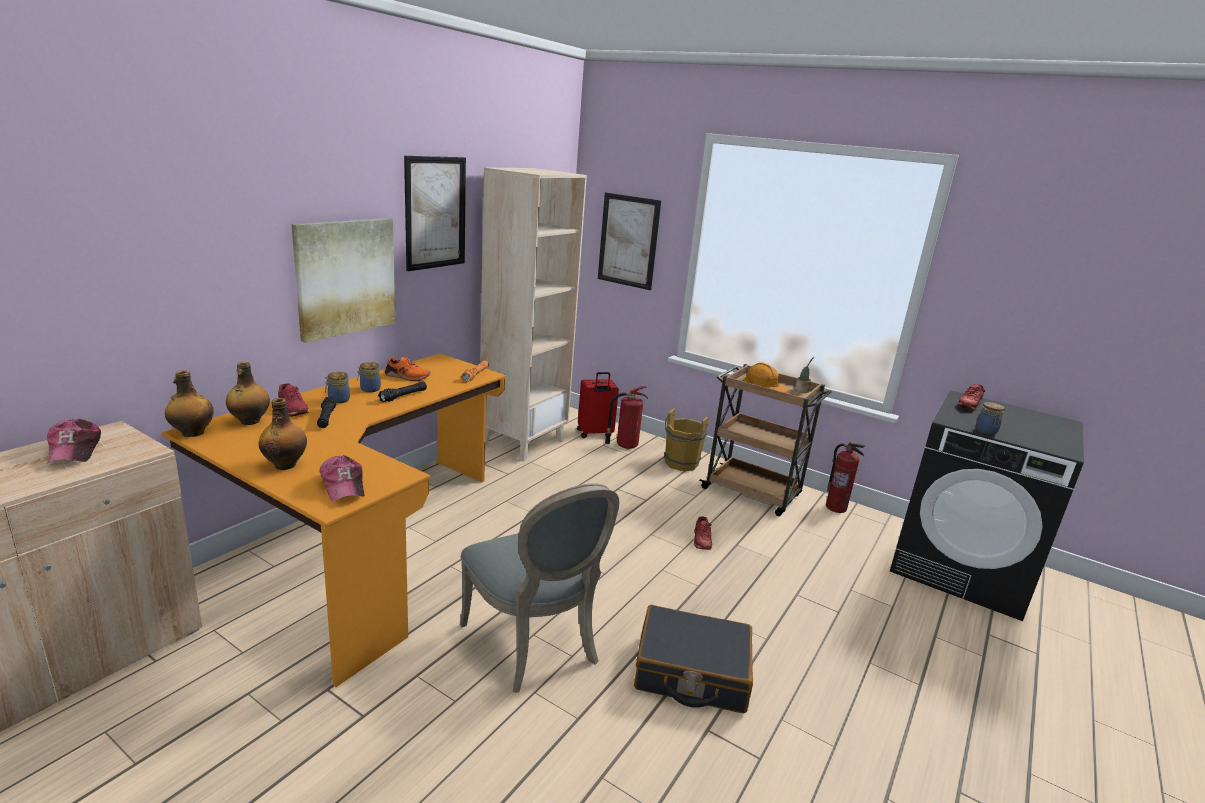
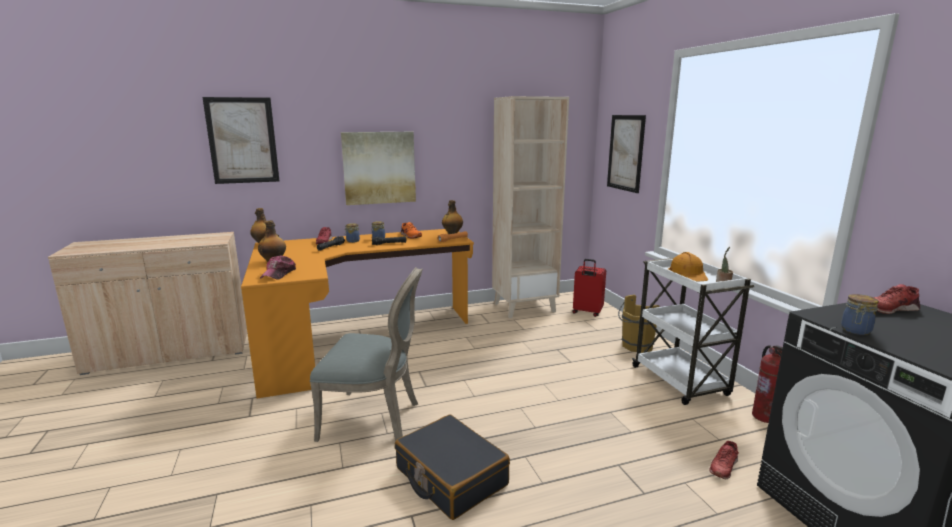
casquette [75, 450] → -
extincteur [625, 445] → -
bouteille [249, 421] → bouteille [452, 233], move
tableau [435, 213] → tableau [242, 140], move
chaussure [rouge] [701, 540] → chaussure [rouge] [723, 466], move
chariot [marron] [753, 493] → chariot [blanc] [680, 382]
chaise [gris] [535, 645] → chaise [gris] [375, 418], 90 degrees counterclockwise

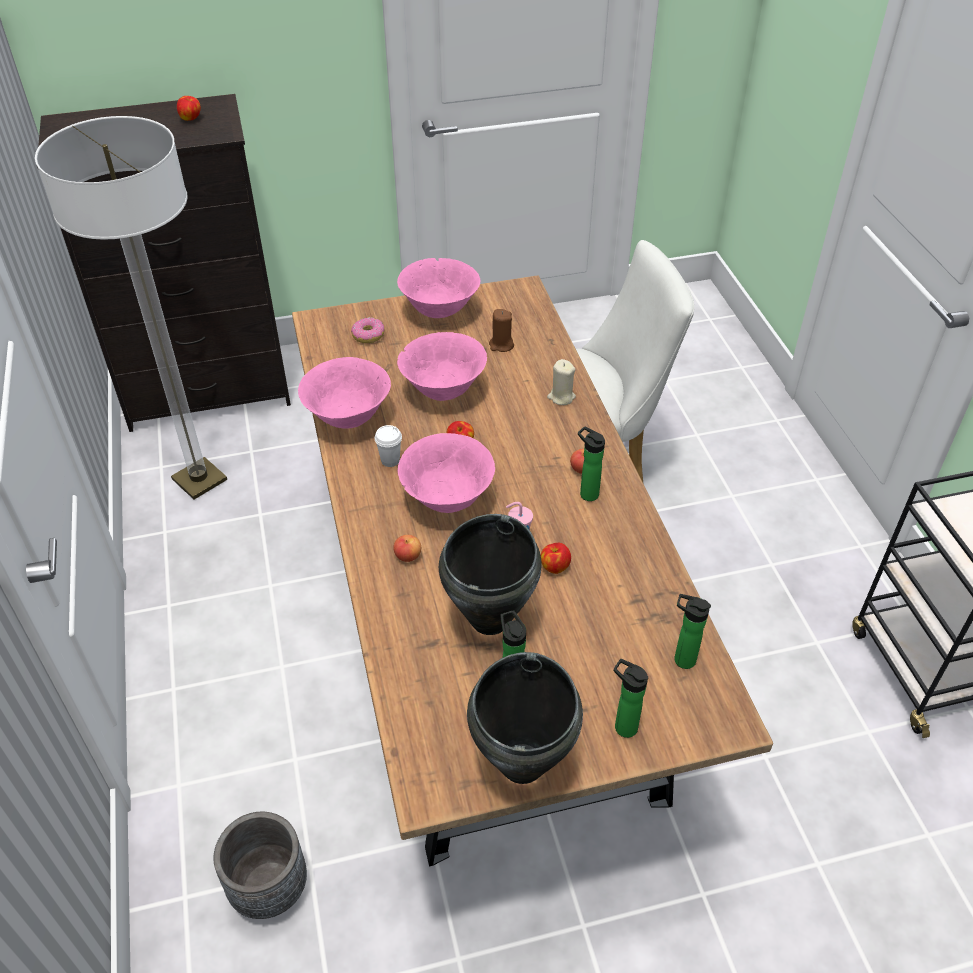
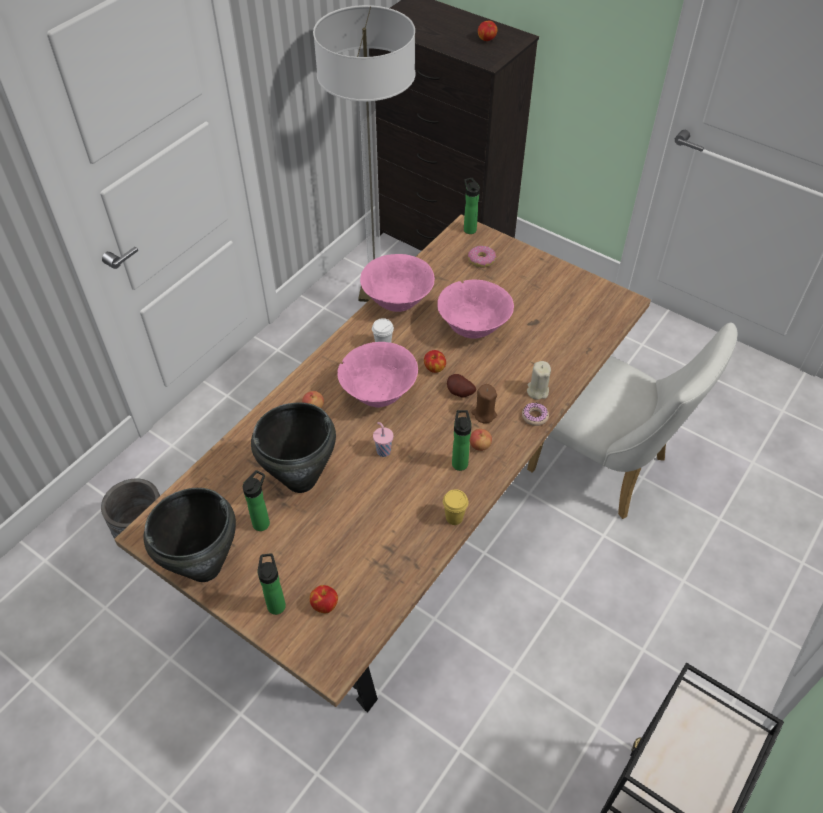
bol [rose] [439, 311] → -
- → tasse [jaune] [454, 517]
- → pomme de terre [459, 393]
- → beignet [534, 416]
bougie [marron] [501, 345] → bougie [marron] [484, 414], move
pomme [554, 567] → pomme [324, 605], move
bouteille [681, 659] → bouteille [469, 228], move

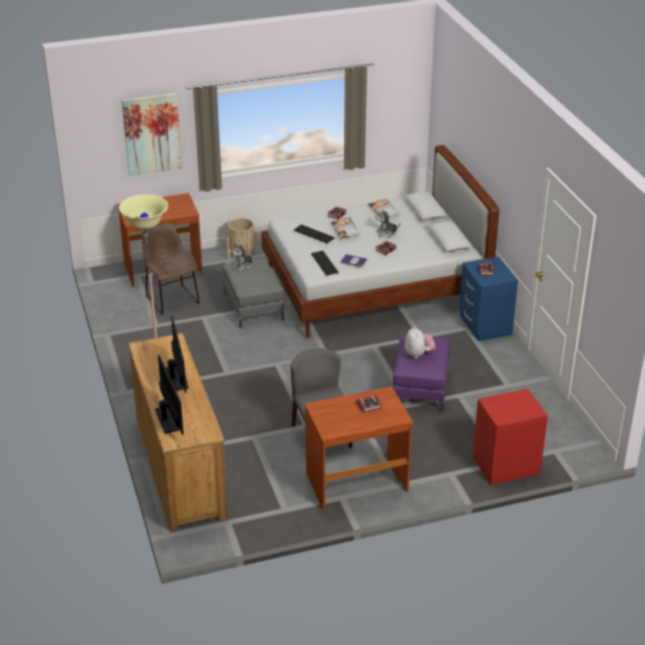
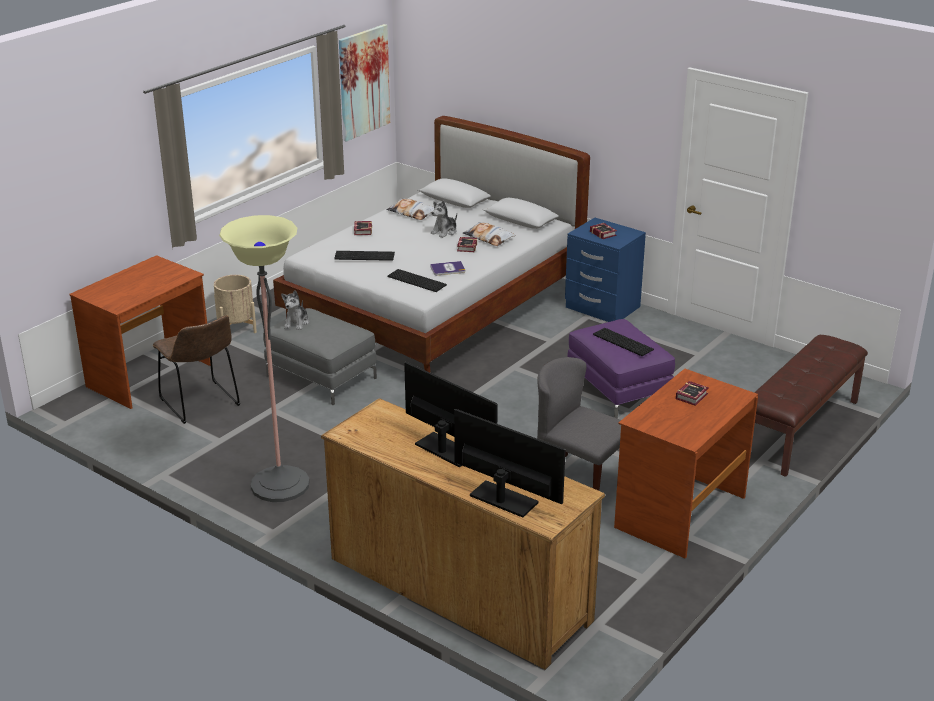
tableau [152, 134] → tableau [364, 82], move
coussin [345, 230] → coussin [488, 238], move
peluche [418, 354] → clavier [621, 342]
table de chevet [rouge] [505, 465] → banc [marron] [800, 429]
chaise [marron] [171, 298] → chaise [marron] [201, 404], 150 degrees counterclockwise

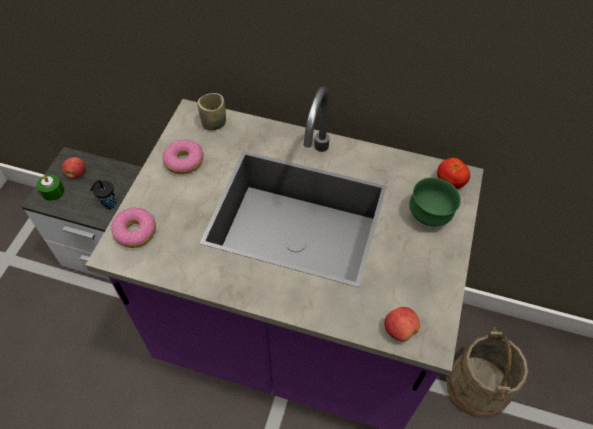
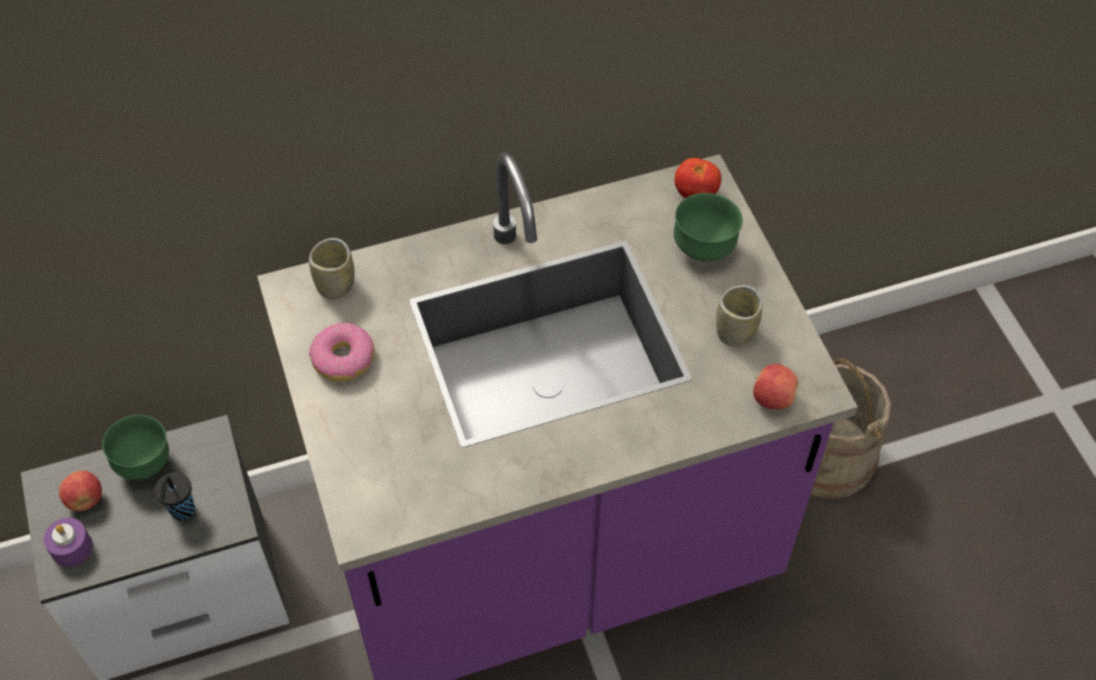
beignet [135, 232] → -
- → bol [vert] [145, 463]
- → tasse [735, 331]
bougie [vert] [53, 191] → bougie [violet] [72, 548]

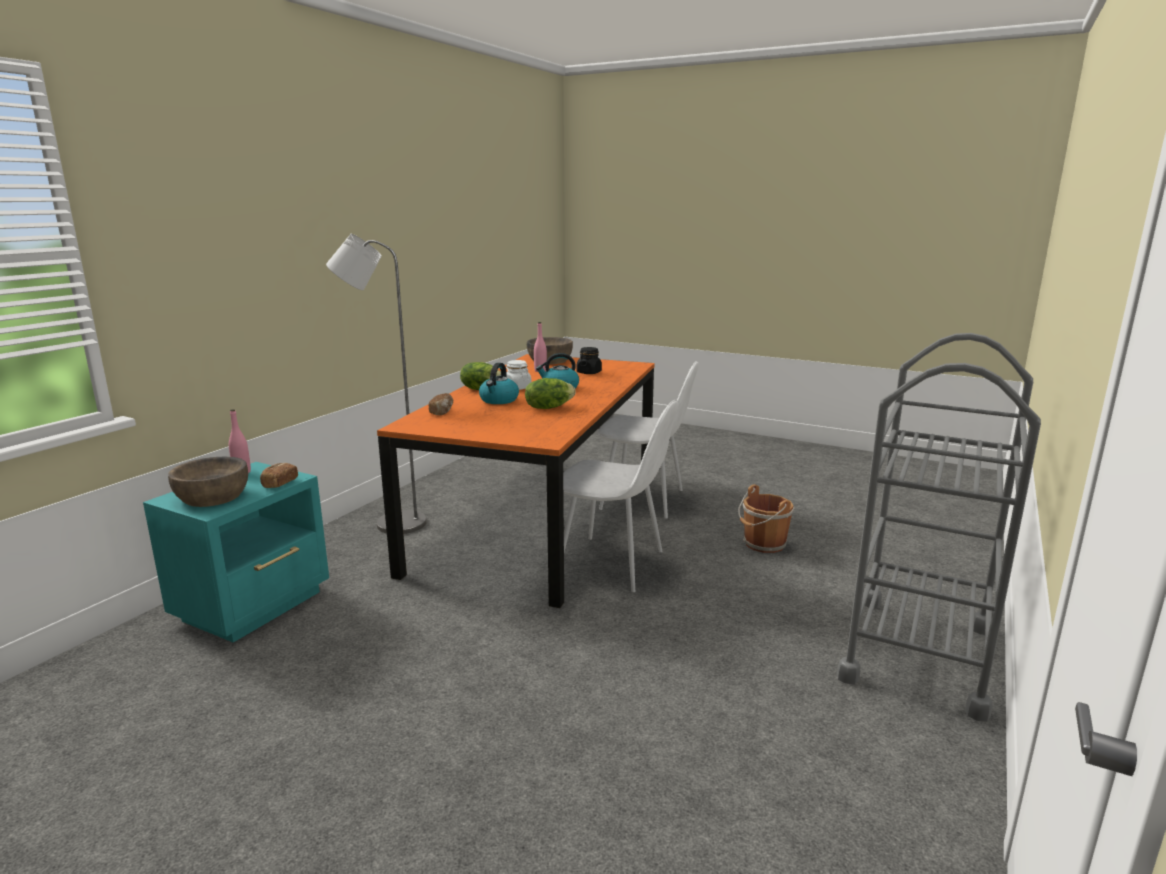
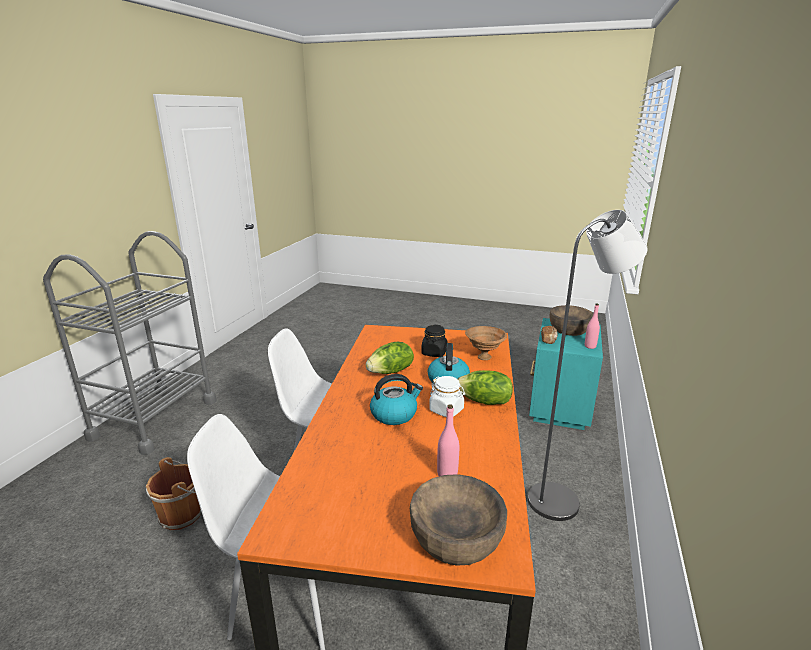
bocal [noir] [589, 372] → bocal [noir] [434, 353], move
pain [442, 412] → bol [marron] [483, 357]

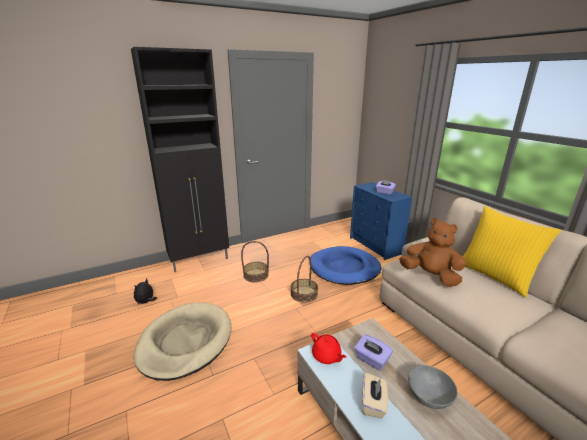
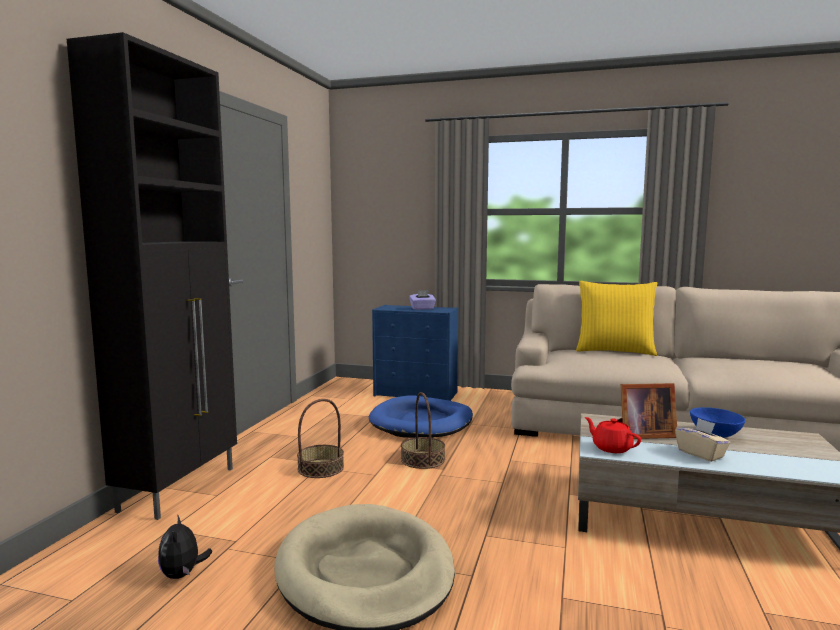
peluche [marron] [430, 276] → -
boîte à mouchoirs [violet] [371, 360] → cadre photo [642, 434]
bol [gris] [429, 397] → bol [bleu] [715, 434]
théière [rouge] [326, 356] → théière [rouge] [611, 448], 135 degrees counterclockwise

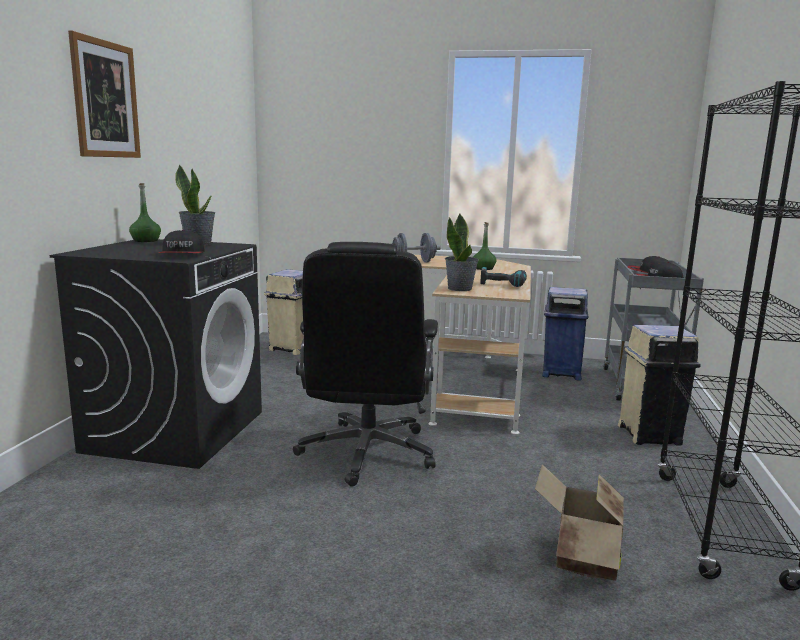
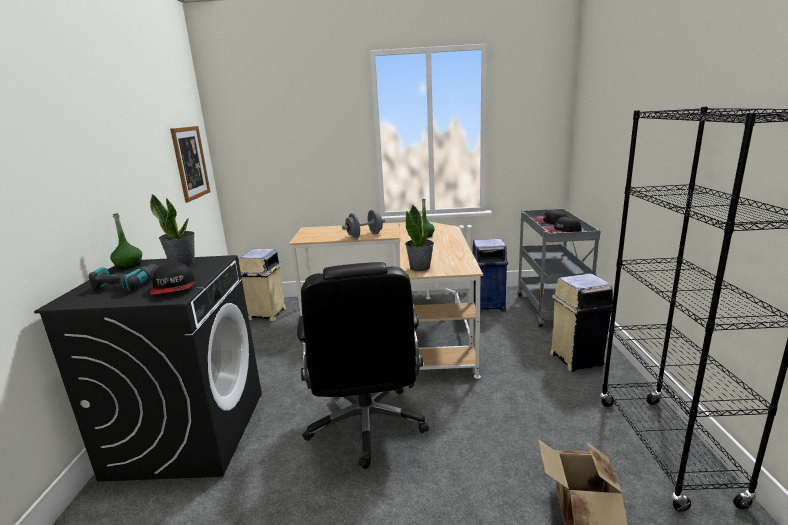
tableau [105, 99] → tableau [190, 163], move
perceuse [503, 283] → perceuse [127, 284], move

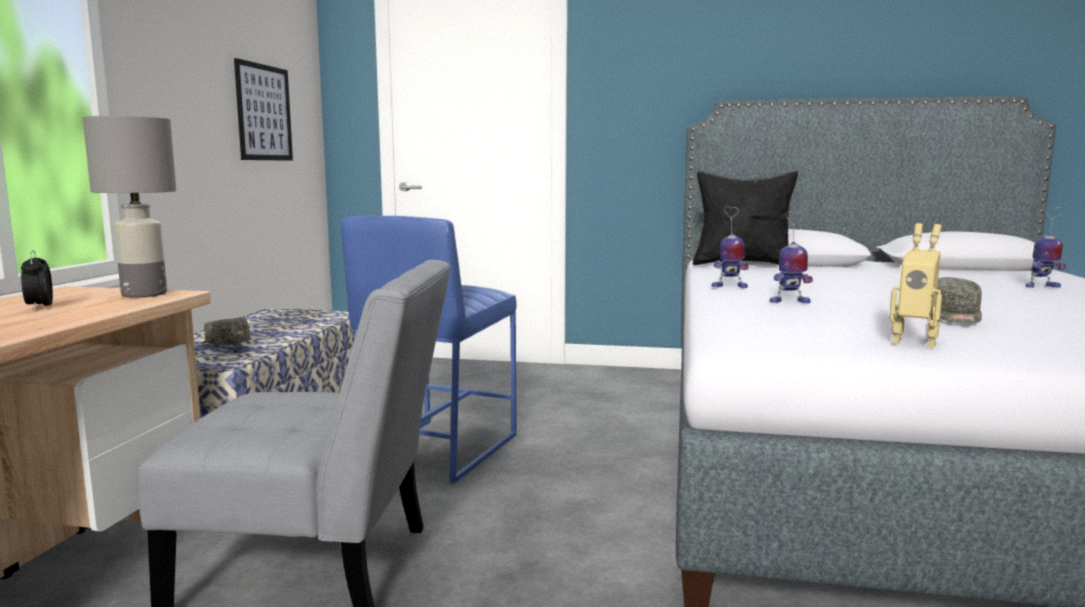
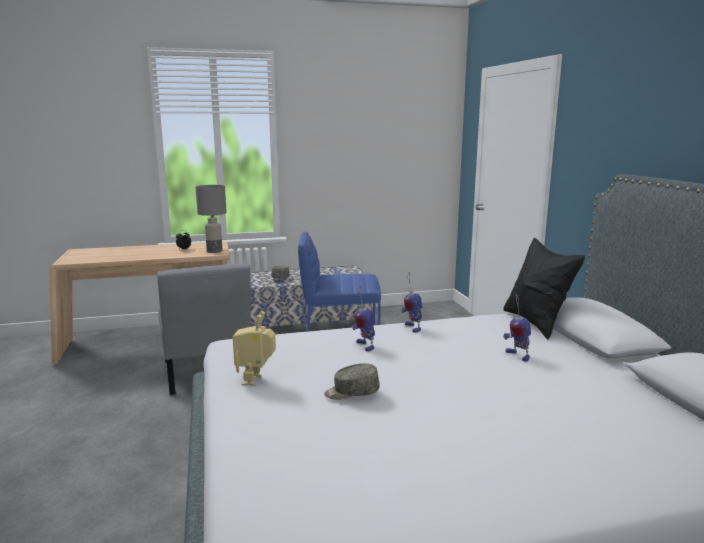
tableau [264, 113] → -
robot jouet [1041, 287] → robot jouet [517, 355], move

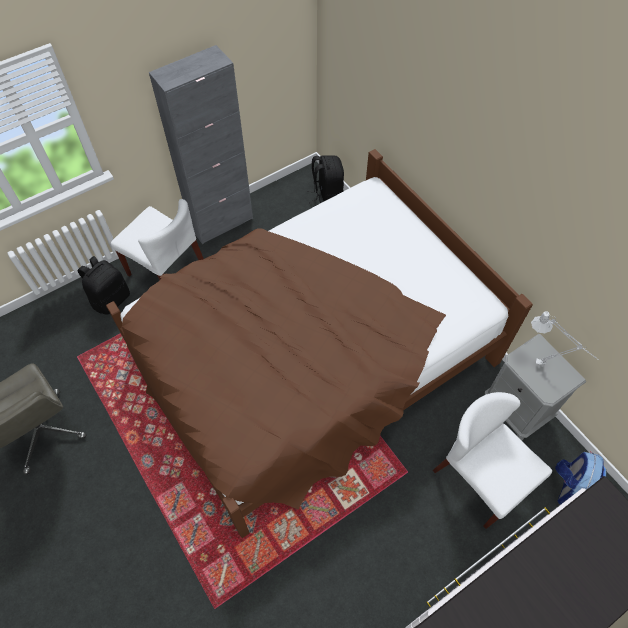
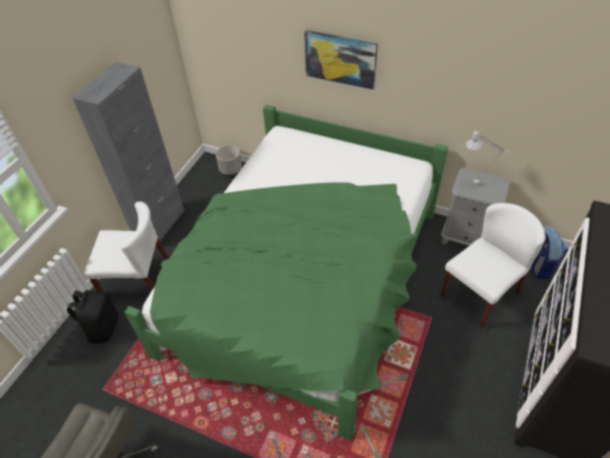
- → tableau [340, 59]
sac à dos [noir] [326, 195] → cache-pot [gris] [230, 169]
lit [marron] [312, 359] → lit [vert] [305, 281]
chaise [blanc] [479, 479] → chaise [blanc] [480, 293], 120 degrees clockwise

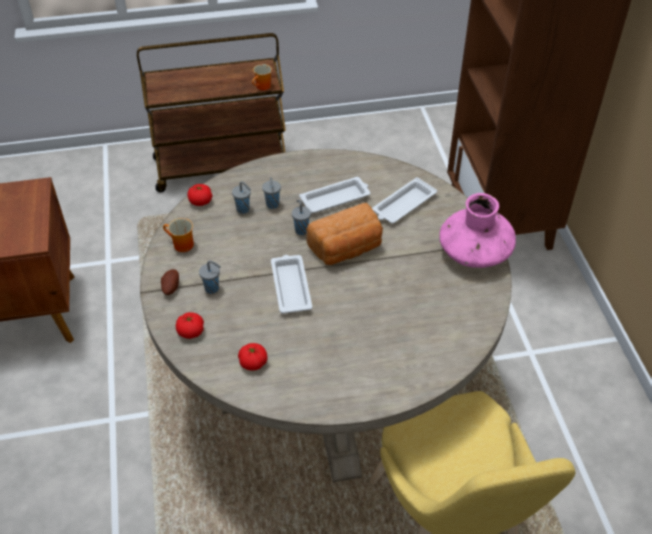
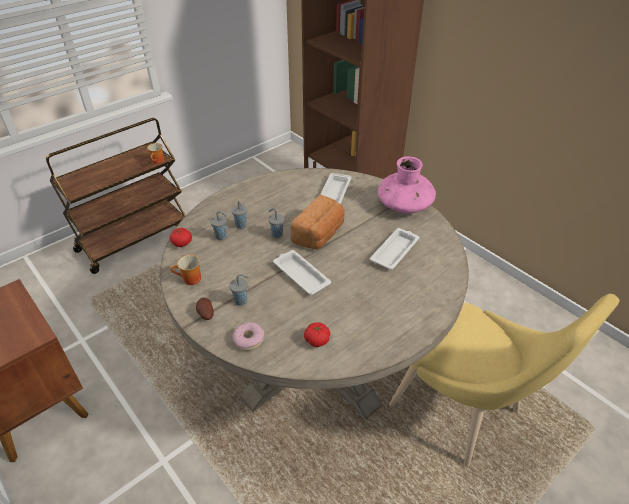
plateau [blanc] [336, 198] → plateau [blanc] [395, 251], move
tomate [191, 332] → beignet [249, 339]

